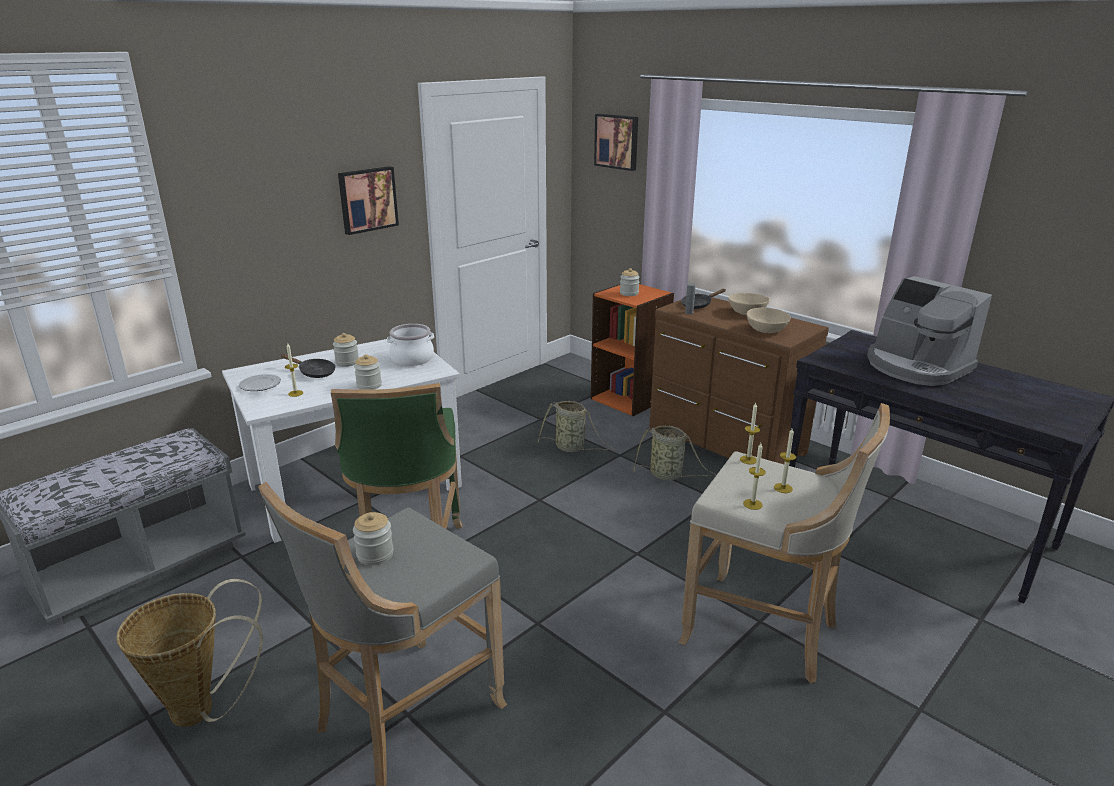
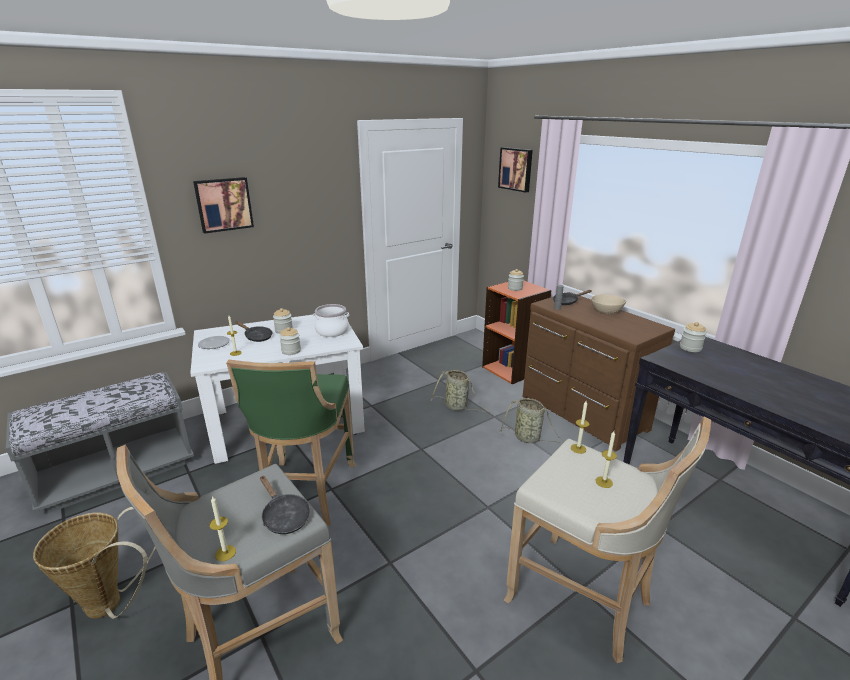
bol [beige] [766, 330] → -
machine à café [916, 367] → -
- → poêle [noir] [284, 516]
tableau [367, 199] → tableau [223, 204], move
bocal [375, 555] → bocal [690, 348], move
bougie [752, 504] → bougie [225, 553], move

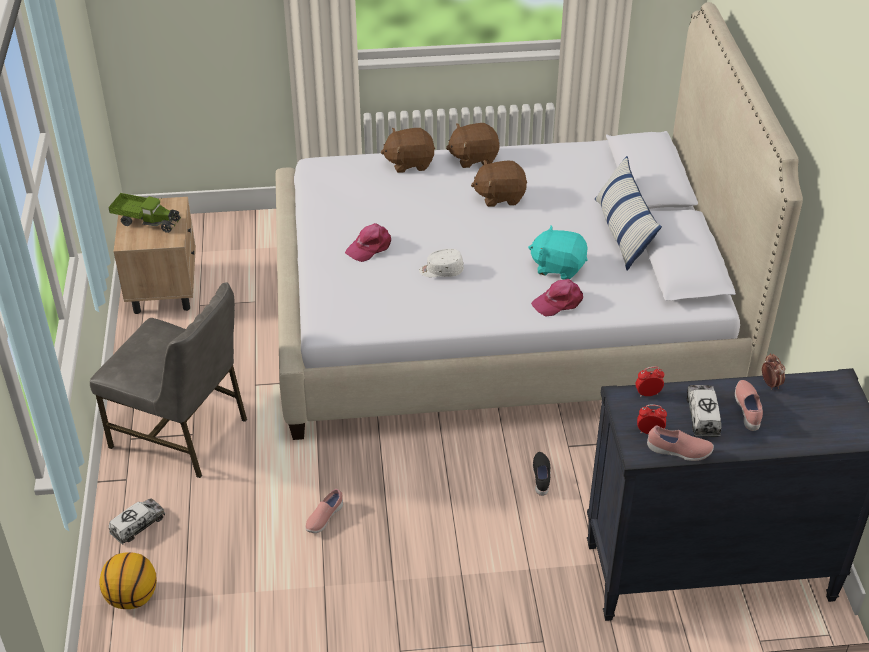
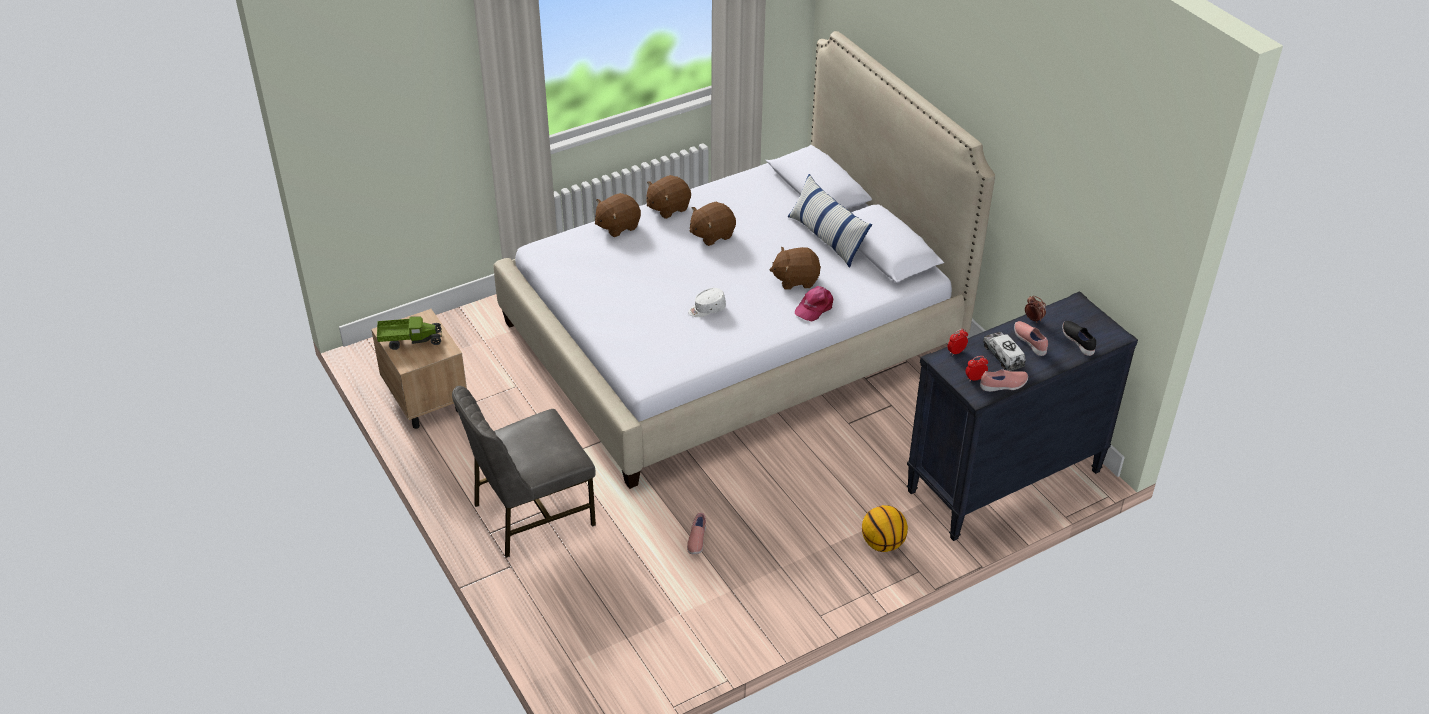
camion jouet [138, 525] → -
casquette [rose] [370, 247] → -
ballon de basket [132, 597] → ballon de basket [882, 544], move
chaussure [noir] [541, 478] → chaussure [noir] [1078, 342], move
peluche [turquoise] [558, 267] → peluche [marron] [795, 279]
chaise [gris] [181, 433] → chaise [gris] [531, 514], 150 degrees clockwise

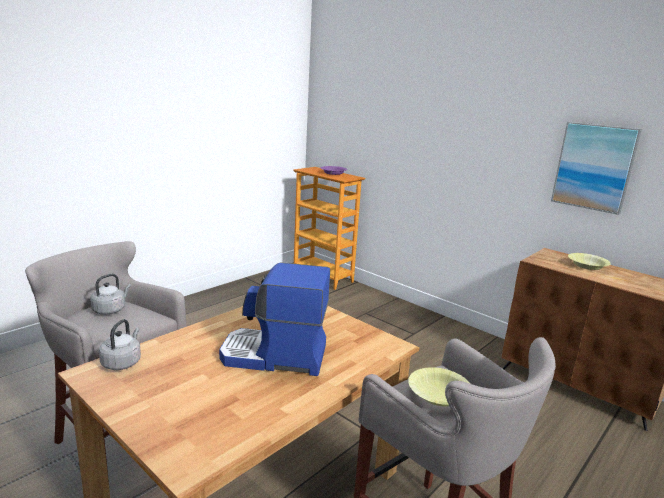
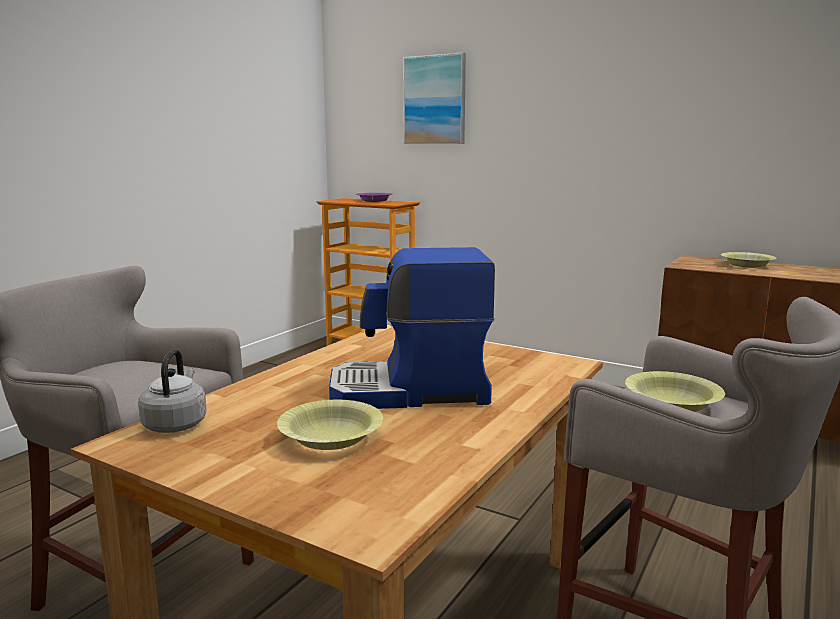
bouilloire [gris] [110, 309] → -
- → bol [jaune] [330, 438]
tableau [594, 167] → tableau [434, 100], move

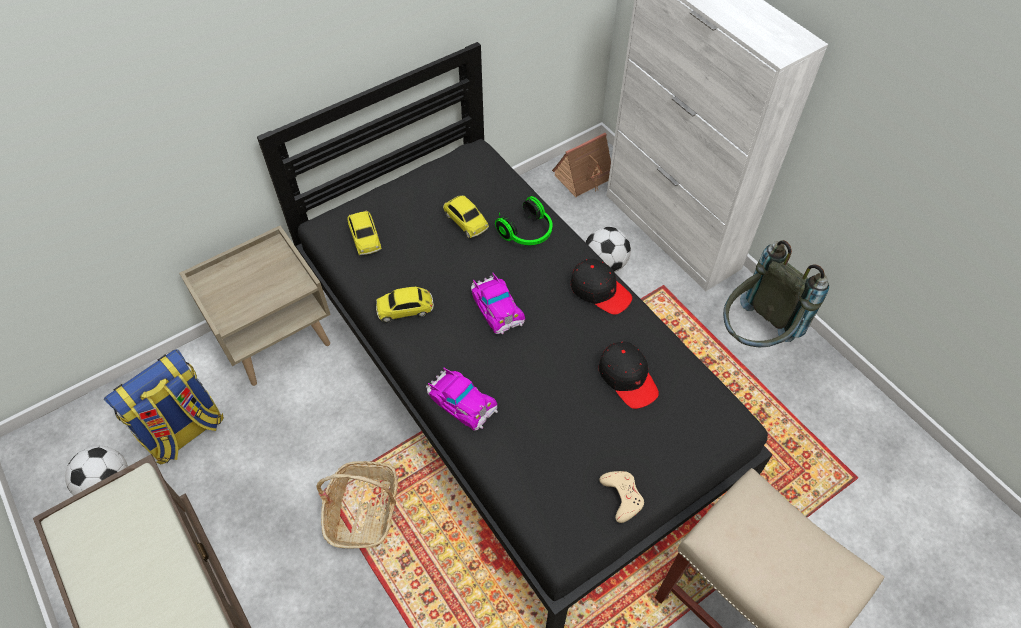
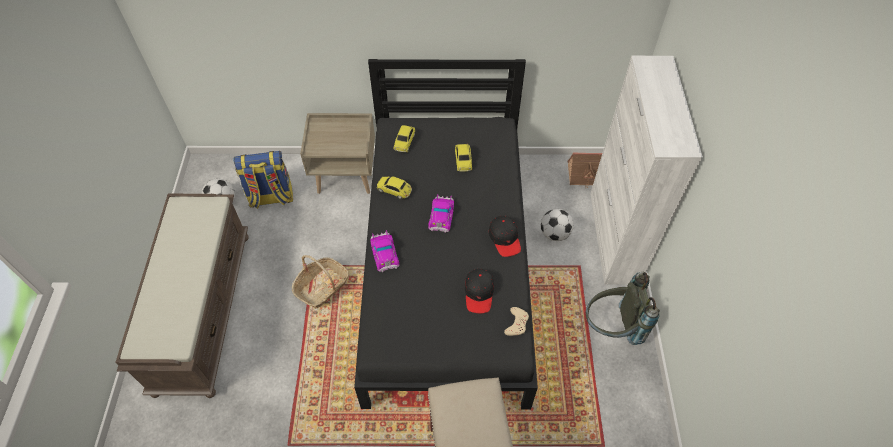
casque audio [527, 233] → -
manette [beige] [622, 496] → manette [beige] [516, 323], move

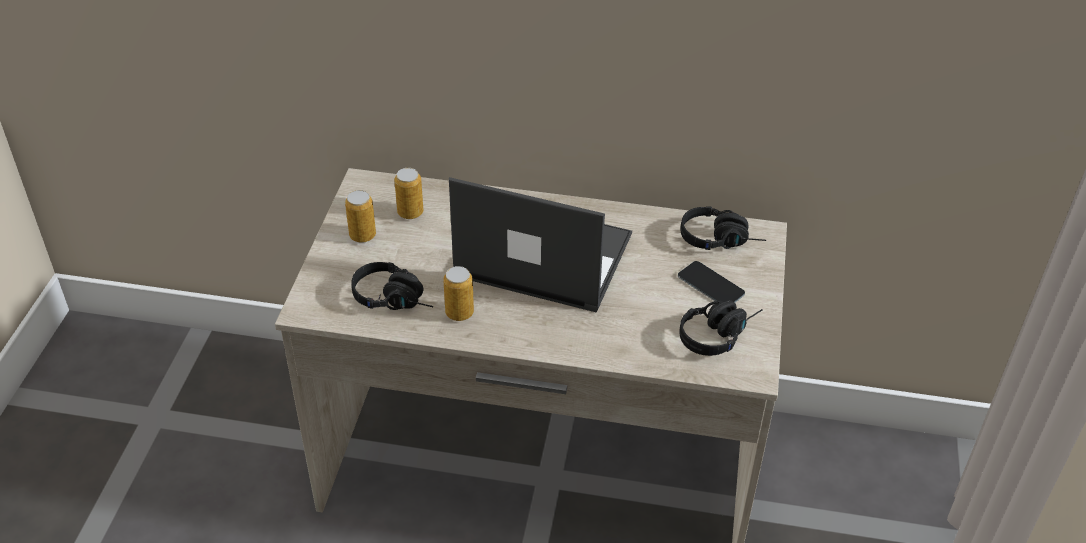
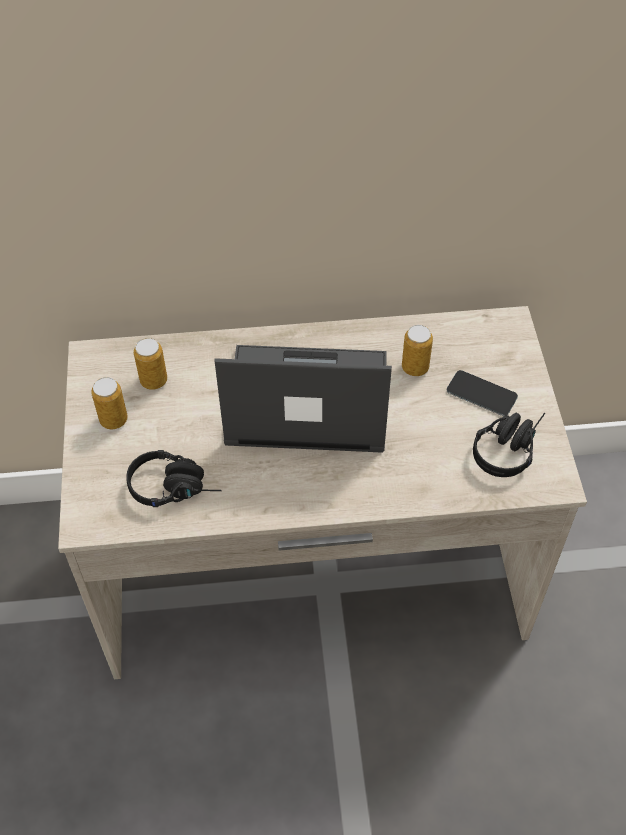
casque audio [noir] [721, 240] → -
boîte métallique [459, 313] → boîte métallique [415, 367], move

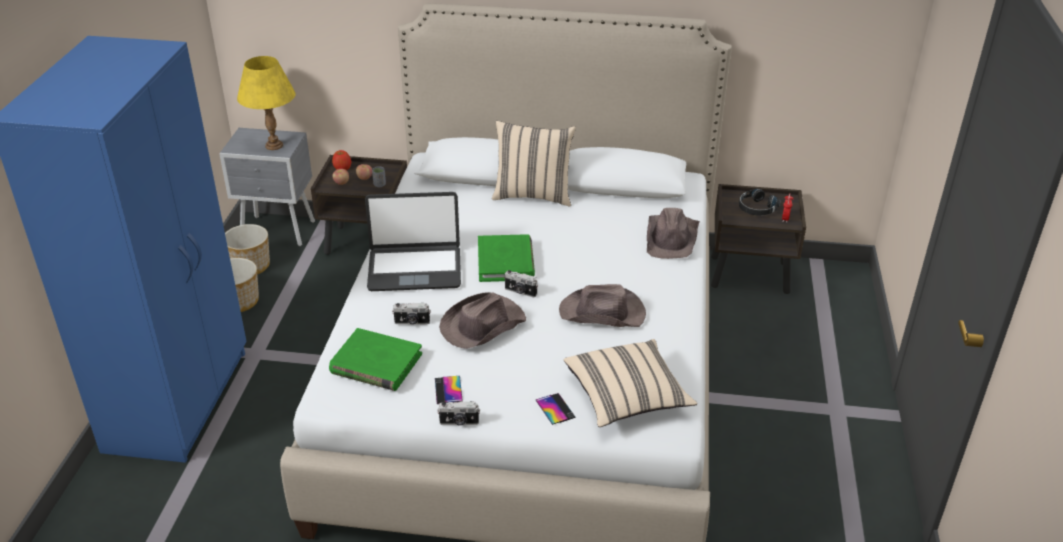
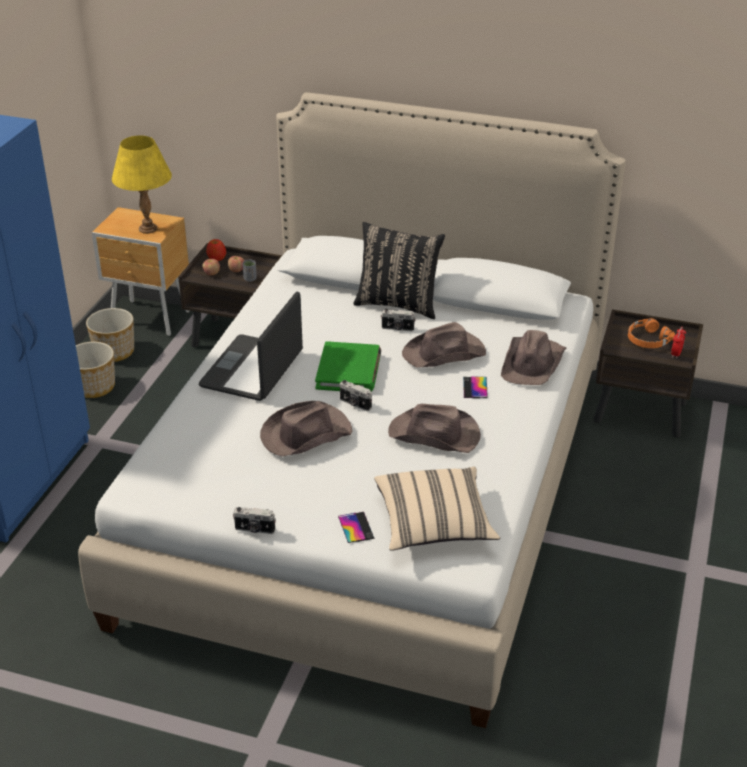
livre [vert] [376, 363] → -
- → chapeau [marron] [445, 353]
appareil photo [412, 322] → appareil photo [397, 328], move
téléphone [448, 390] → téléphone [475, 387], move
table de chevet [gris] [279, 232] → table de chevet [marron] [151, 319]
coussin [beige] [533, 195] → coussin [noir] [398, 304]
casque audio [noir] [756, 208] → casque audio [orange] [647, 340]
ordinateur portable [414, 269] → ordinateur portable [253, 370], 105 degrees clockwise

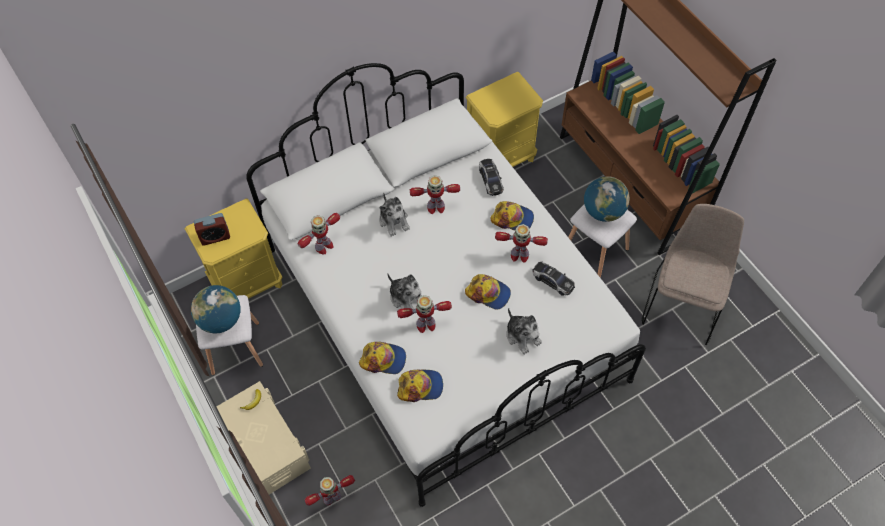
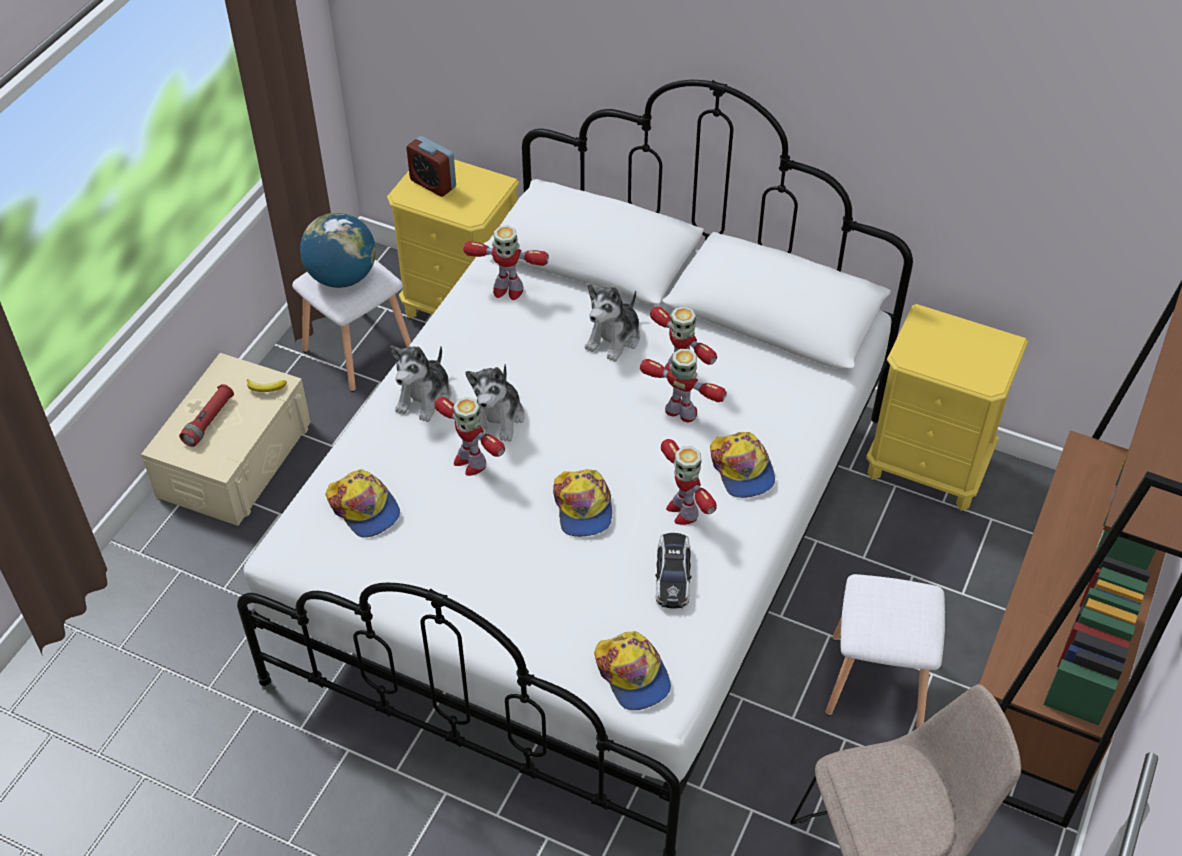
petite voiture [490, 180] → -
globe [603, 211] → -
- → lampe de poche [rouge] [209, 421]
robot jouet [332, 497] → robot jouet [681, 412], move
casquette [383, 359] → casquette [633, 675], move
peluche [522, 336] → peluche [425, 397], move

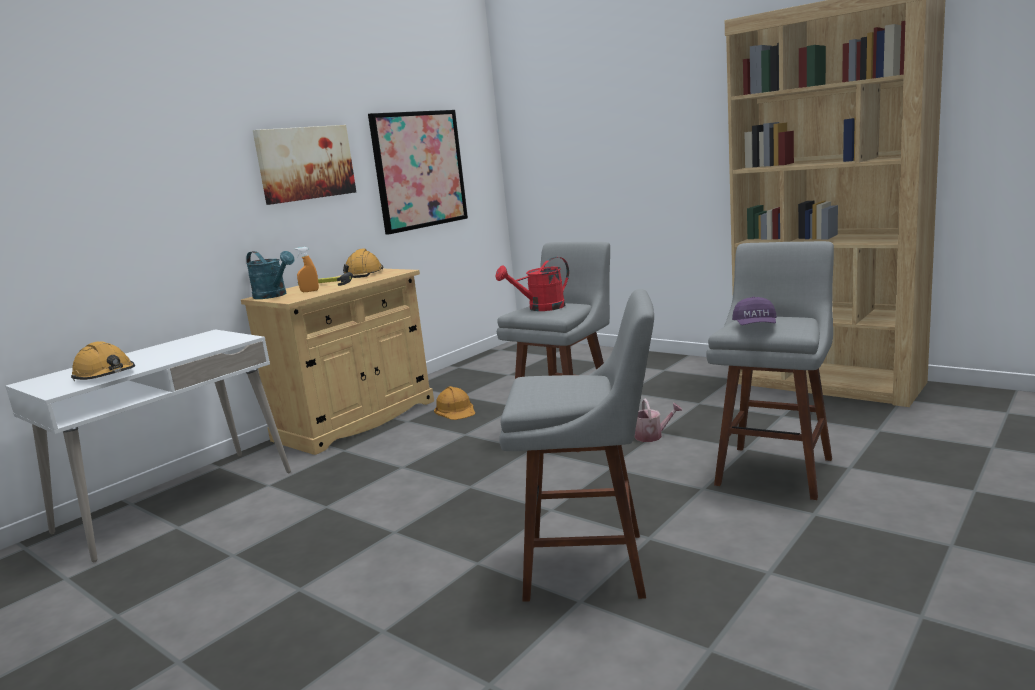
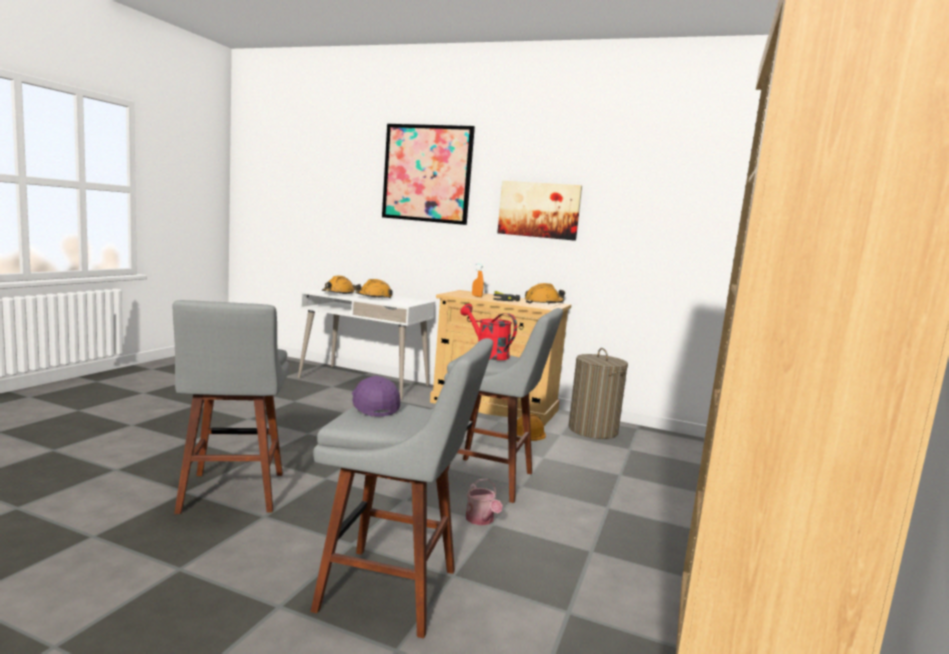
arrosoir [turquoise] [274, 296] → -
- → casque de chantier [orange] [374, 297]
- → panier à linge [593, 430]
tableau [419, 170] → tableau [427, 174], move
casquette [violet] [755, 326] → casquette [violet] [373, 406], 75 degrees clockwise

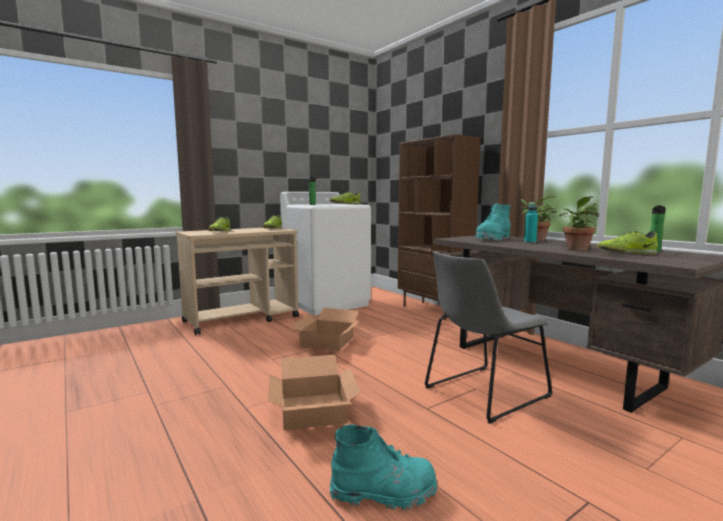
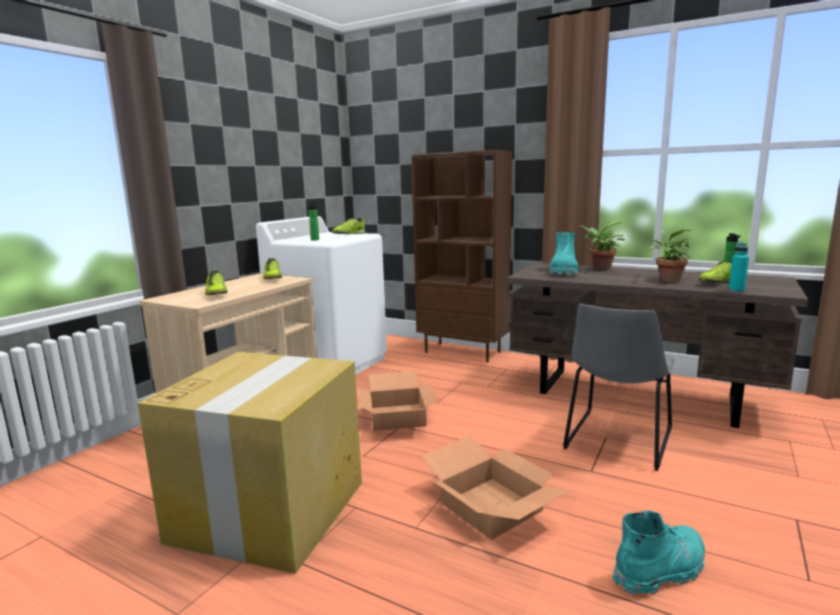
- → carton [271, 509]
bouteille [turquoise] [530, 242] → bouteille [turquoise] [736, 290], move

